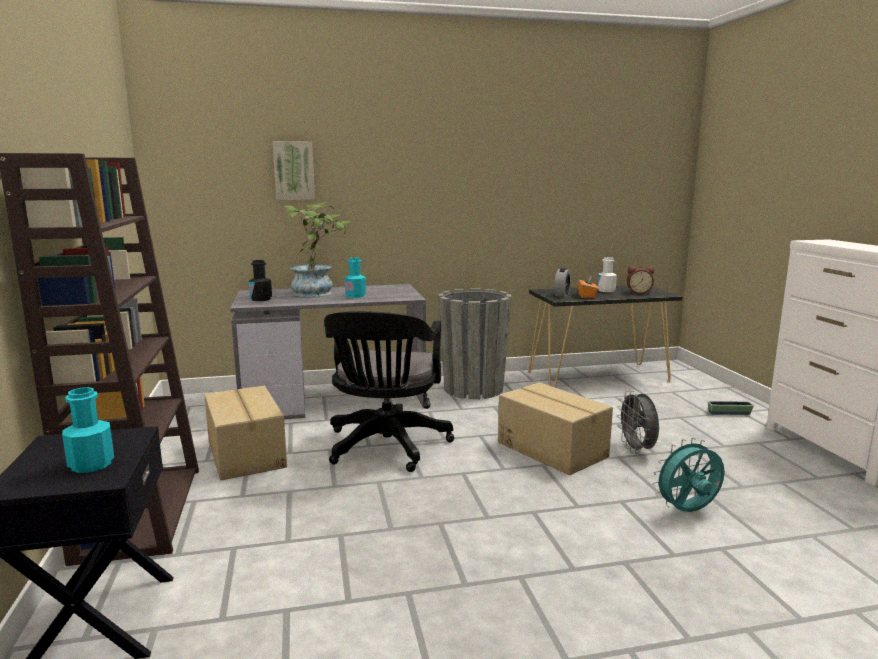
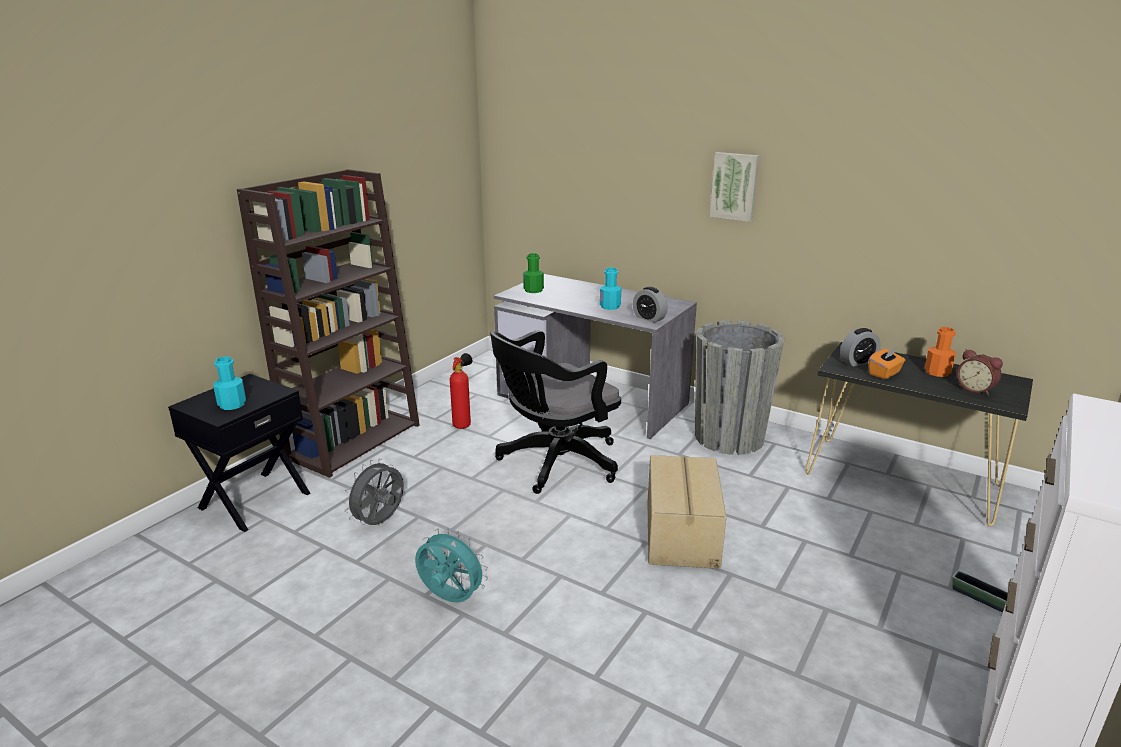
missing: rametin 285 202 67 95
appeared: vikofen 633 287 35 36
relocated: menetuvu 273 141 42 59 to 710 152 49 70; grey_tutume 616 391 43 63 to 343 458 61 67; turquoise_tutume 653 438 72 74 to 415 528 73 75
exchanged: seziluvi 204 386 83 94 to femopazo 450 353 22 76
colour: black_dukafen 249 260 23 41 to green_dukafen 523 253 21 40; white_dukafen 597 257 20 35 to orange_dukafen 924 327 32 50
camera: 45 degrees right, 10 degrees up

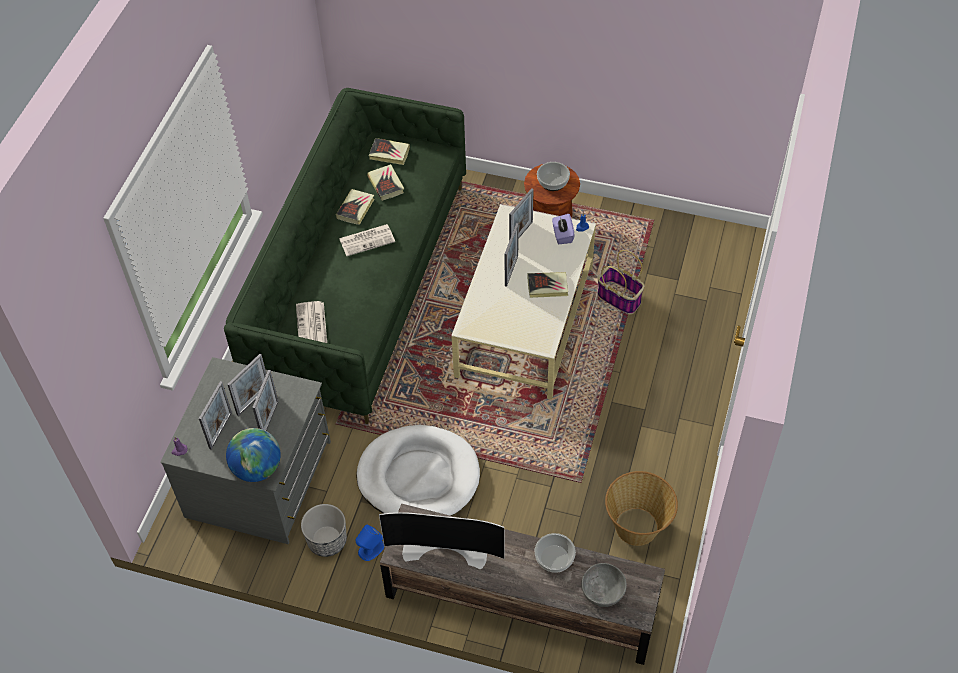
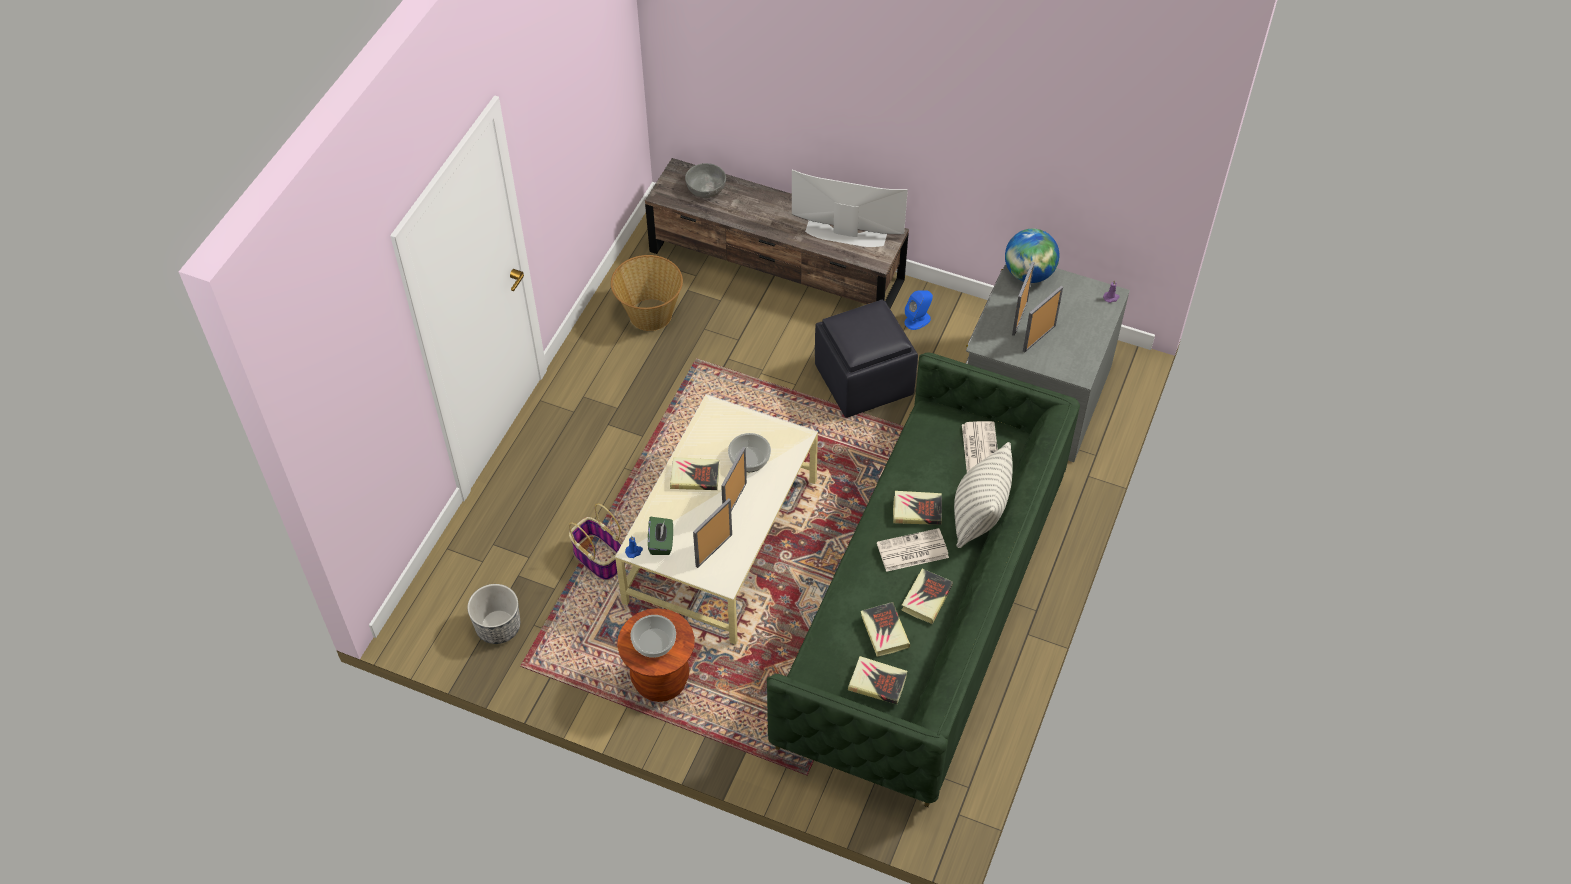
missing: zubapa 199 381 33 69
appeared: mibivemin 893 491 49 34; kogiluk 954 442 59 106
relocated: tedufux 301 504 46 53 to 467 584 53 60; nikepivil 535 533 41 40 to 728 433 43 39
exchanged: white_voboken 356 425 124 91 to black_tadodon 815 300 103 118
colour: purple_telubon 552 214 23 30 to green_telubon 648 517 25 38
camera: 175 degrees left, 0 degrees up

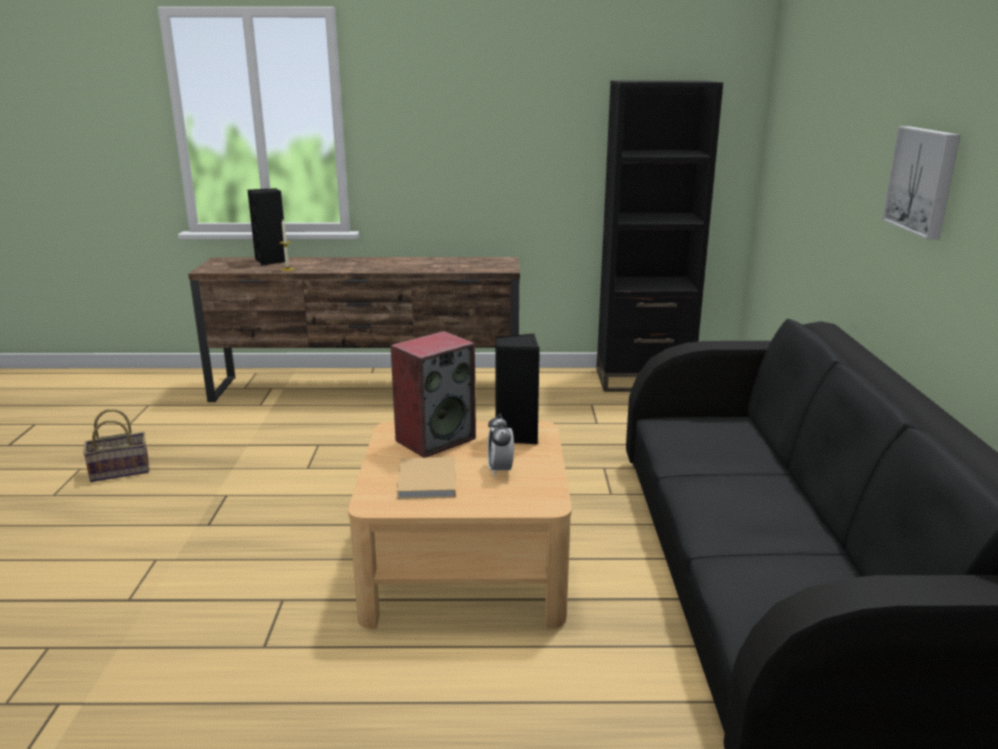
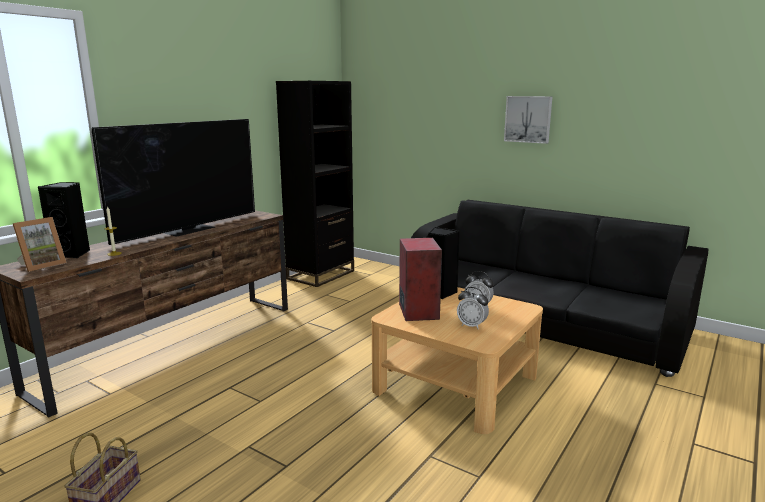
appeared: zubapa 13 217 54 55; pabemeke 92 119 163 126
exchanged: beige_mibivemin 397 457 59 42 to vikofen 457 287 32 42
camera: 55 degrees left, 5 degrees down

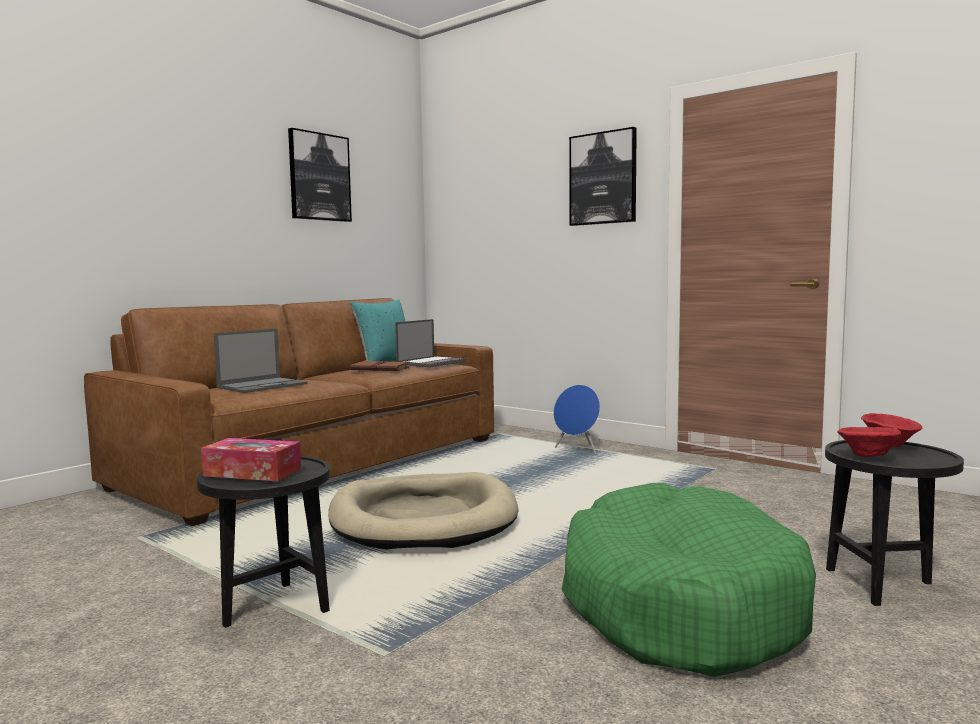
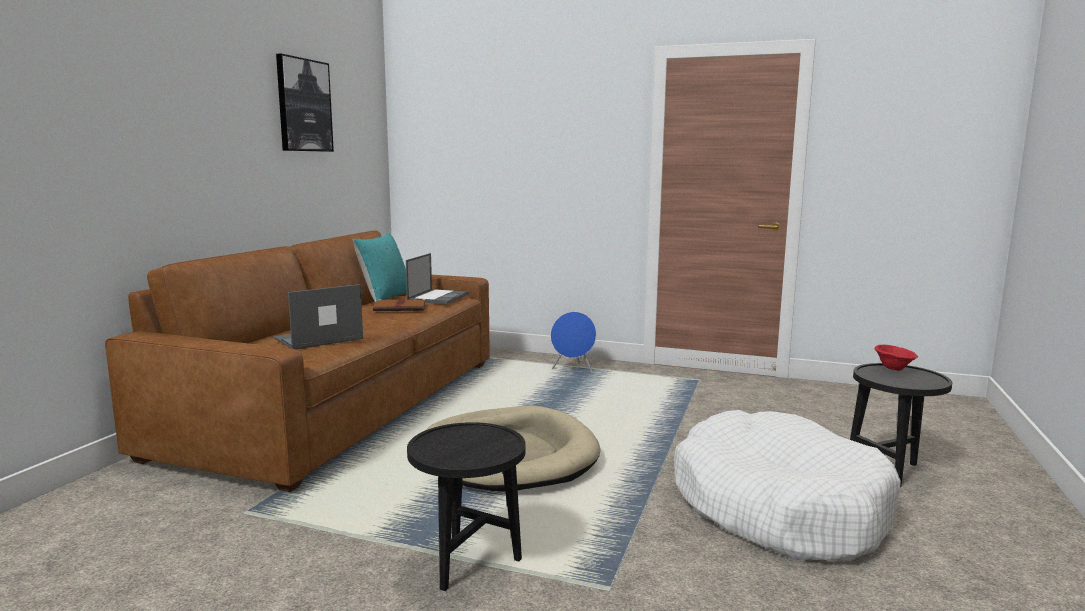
missing: telubon 201 438 100 43; menetuvu 569 127 68 99; red_nikepivil 837 427 65 30
colour: green_voboken 561 483 255 194 to white_voboken 674 410 227 151
spun: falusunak 214 329 94 64 = 274 284 89 65 150 degrees counterclockwise
camera: 20 degrees left, 5 degrees up

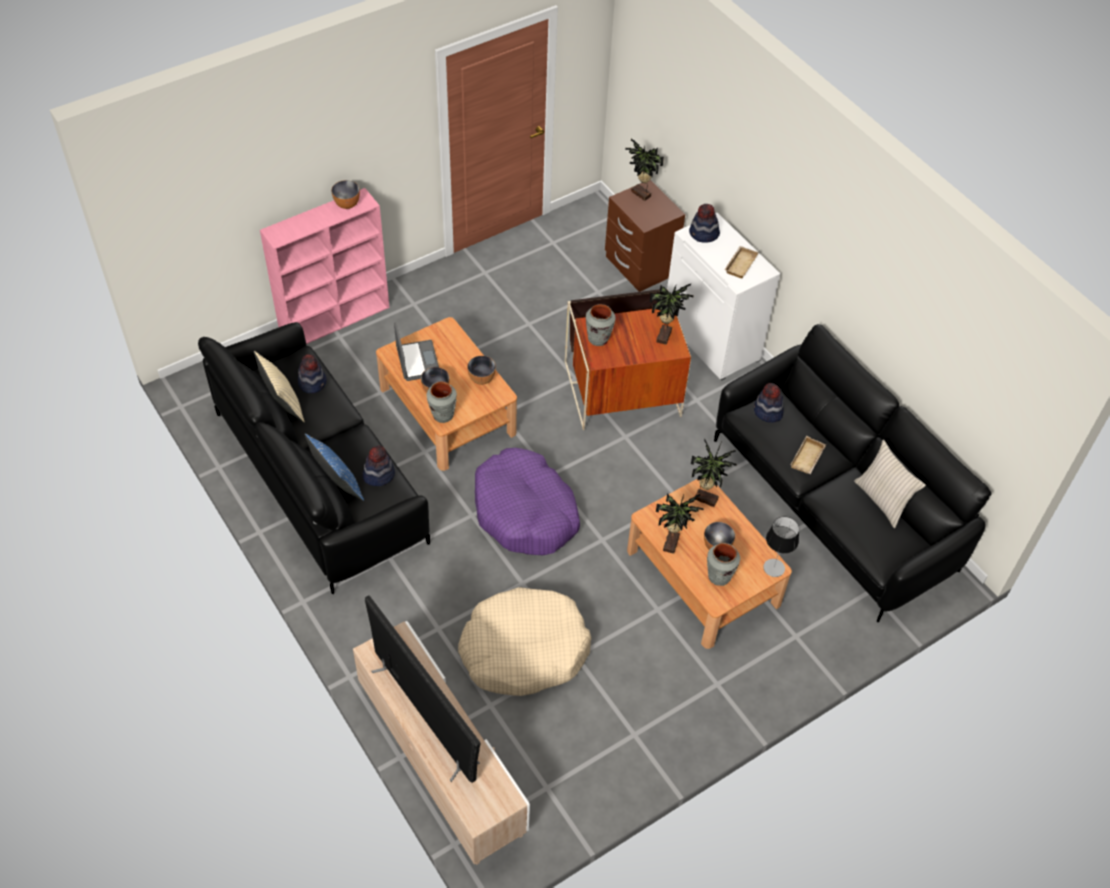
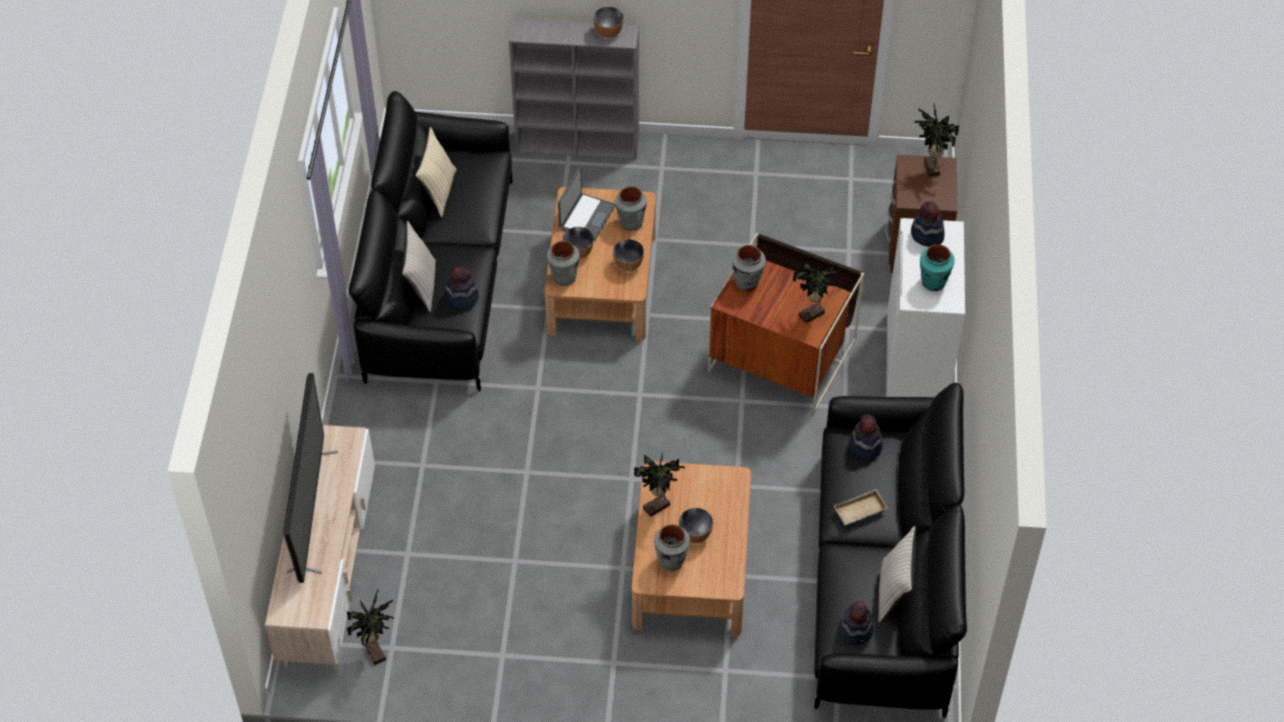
missing: beige_voboken 458 587 133 109; purple_voboken 475 448 105 107; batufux 763 517 36 60
appeared: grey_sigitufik 615 186 32 45
relocated: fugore 298 354 29 39 to 838 601 36 45; rametin 691 439 46 68 to 347 590 47 75
exchanged: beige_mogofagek 724 246 35 33 to turquoise_sigitufik 920 244 35 47
colour: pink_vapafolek 260 188 129 156 to grey_vapafolek 509 18 130 141; blue_kogiluk 304 434 60 67 to beige_kogiluk 402 221 34 91
camera: 40 degrees right, 0 degrees up

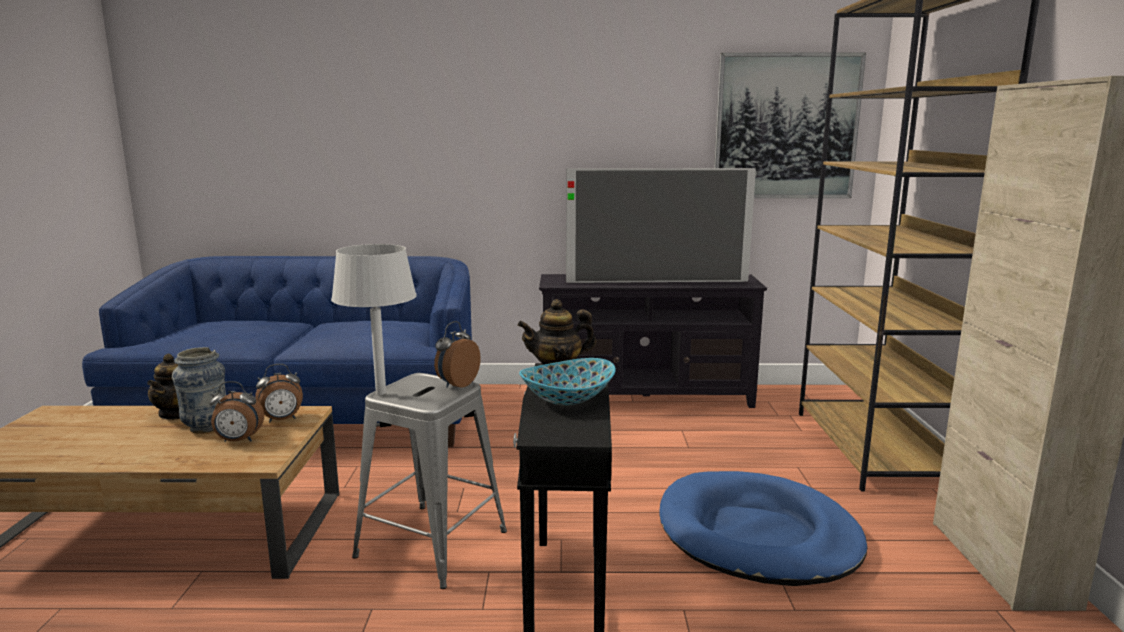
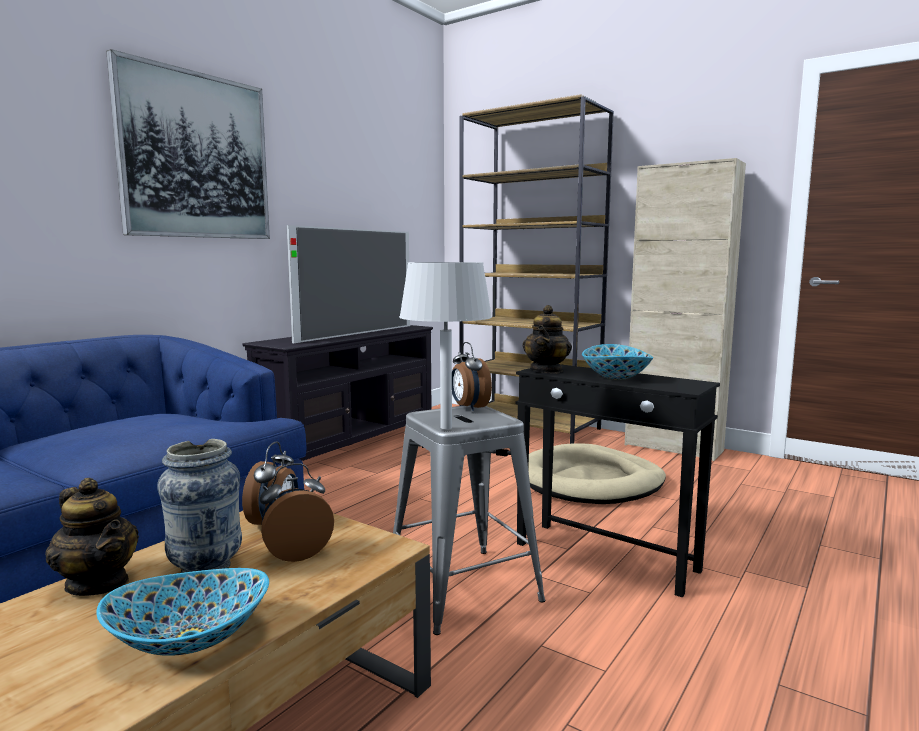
appeared: nikepivil 96 568 173 88
relocated: menetuvu 714 53 152 145 to 106 49 164 190
colour: blue_voboken 659 471 209 115 to beige_voboken 528 443 138 61
spun: vikofen 209 381 55 61 = 260 463 74 99 150 degrees counterclockwise
camera: 55 degrees left, 5 degrees down

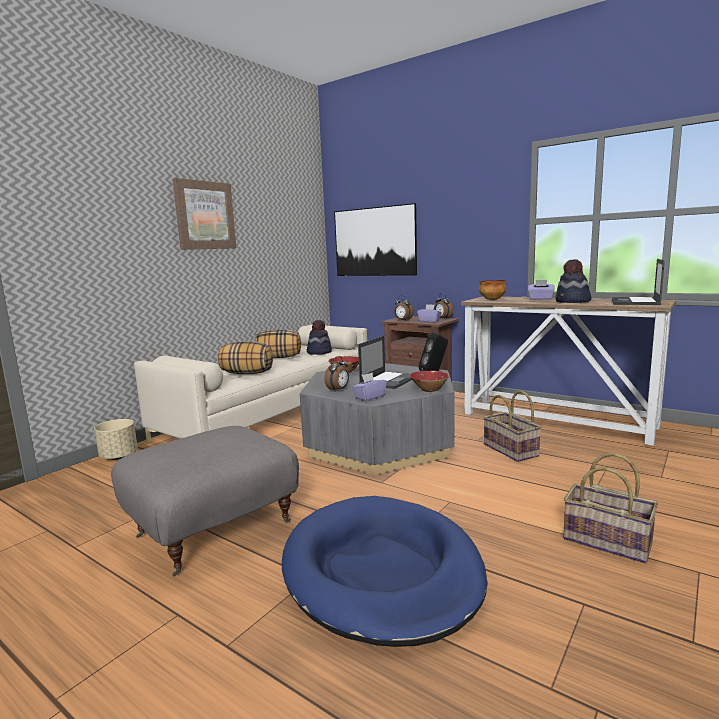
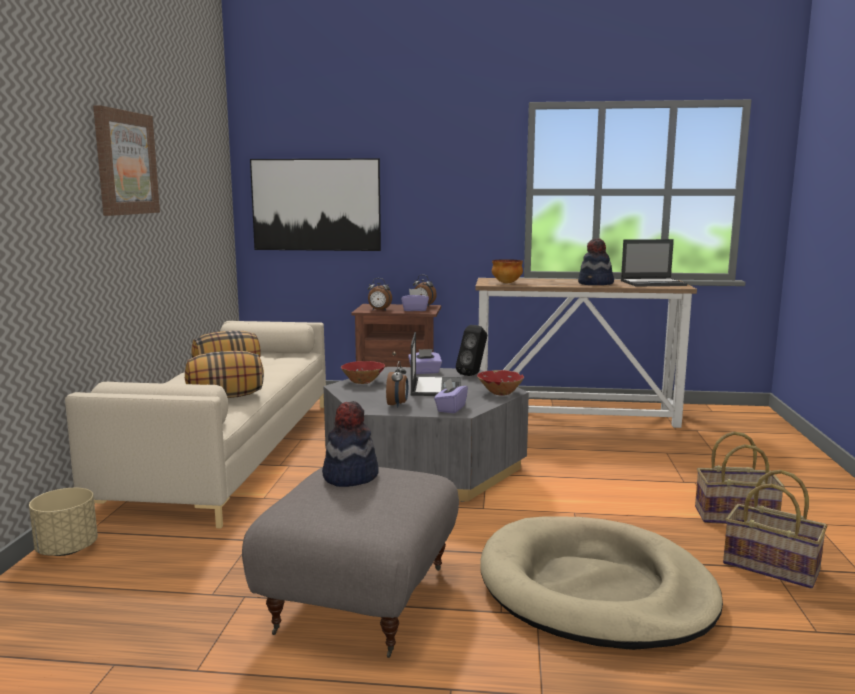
relocated: fugore 307 320 25 35 to 322 401 57 86; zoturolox 483 391 58 71 to 723 470 104 119; purple_telubon 528 280 27 20 to 408 349 34 25
colour: blue_voboken 282 496 206 151 to beige_voboken 480 517 243 133
spun: falusunak 612 259 53 46 = 621 239 67 47 90 degrees counterclockwise
camera: 30 degrees left, 0 degrees up

